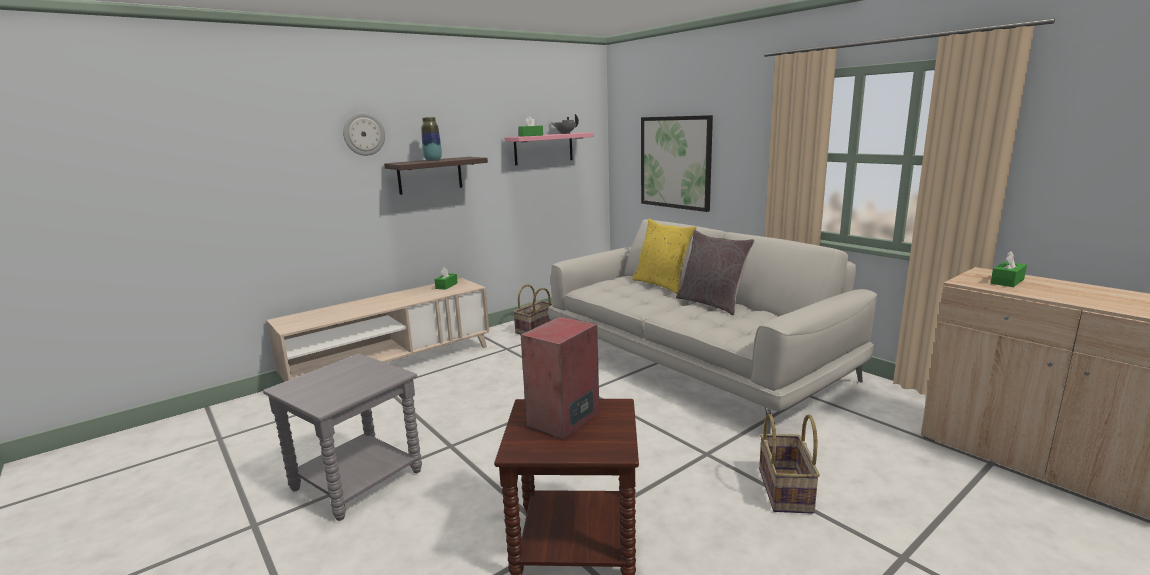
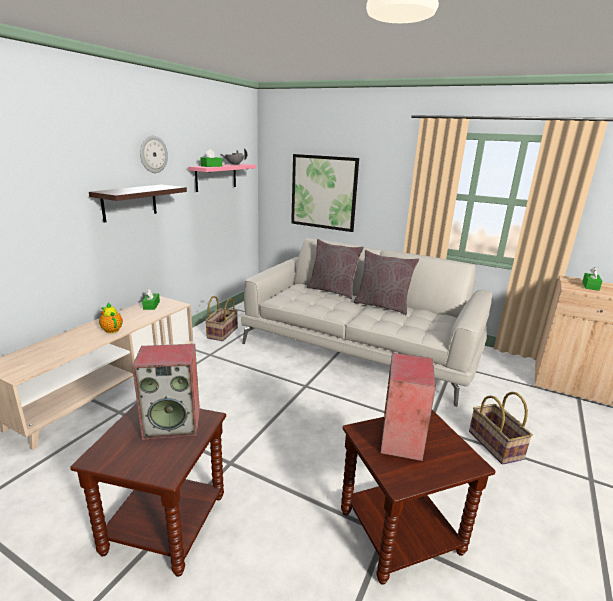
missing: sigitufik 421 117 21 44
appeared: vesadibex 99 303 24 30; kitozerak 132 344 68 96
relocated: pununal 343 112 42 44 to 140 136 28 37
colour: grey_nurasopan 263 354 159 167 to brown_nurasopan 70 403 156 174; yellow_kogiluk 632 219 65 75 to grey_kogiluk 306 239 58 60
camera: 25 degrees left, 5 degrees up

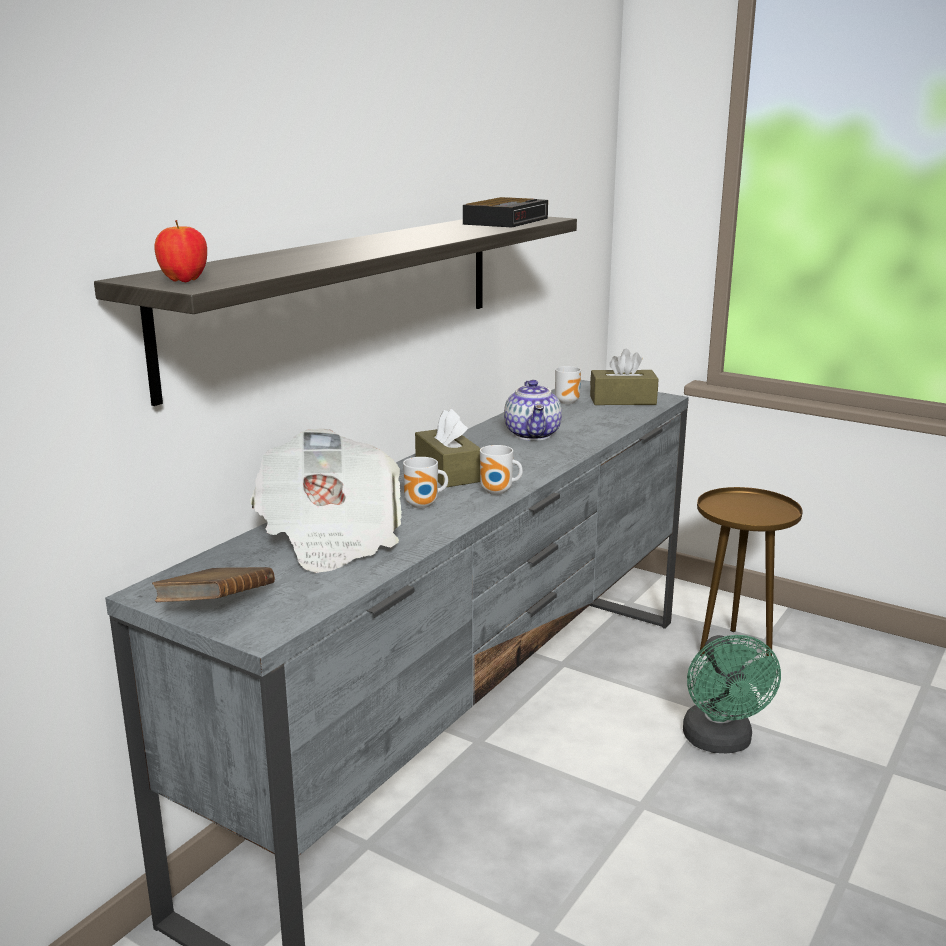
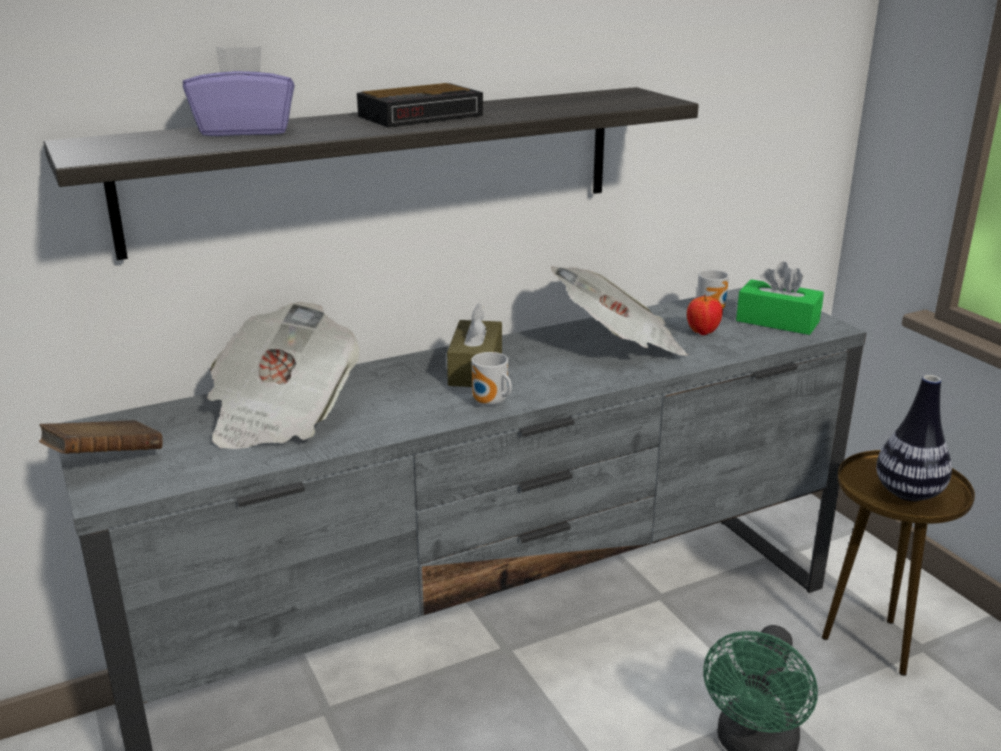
missing: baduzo 403 457 45 51
appeared: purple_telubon 183 46 112 90; sigitufik 876 375 76 126
relocated: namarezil 155 220 52 62 to 687 295 36 40; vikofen 463 197 85 30 to 357 83 126 44
exchanged: vesadibex 504 380 58 61 to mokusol 551 266 137 90
colour: brown_telubon 590 349 68 56 to green_telubon 736 262 88 73
camera: 30 degrees right, 5 degrees up

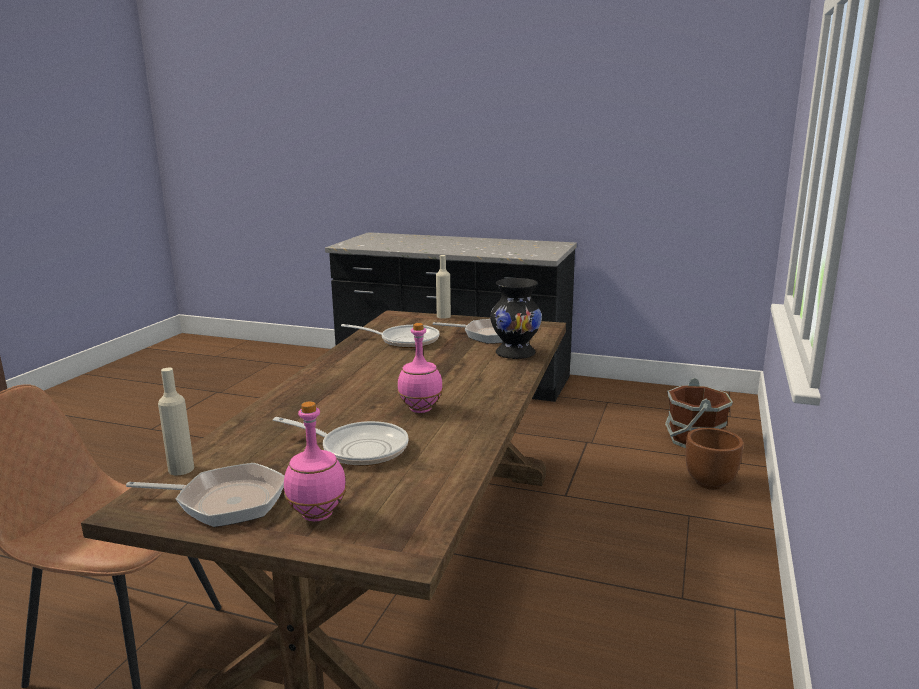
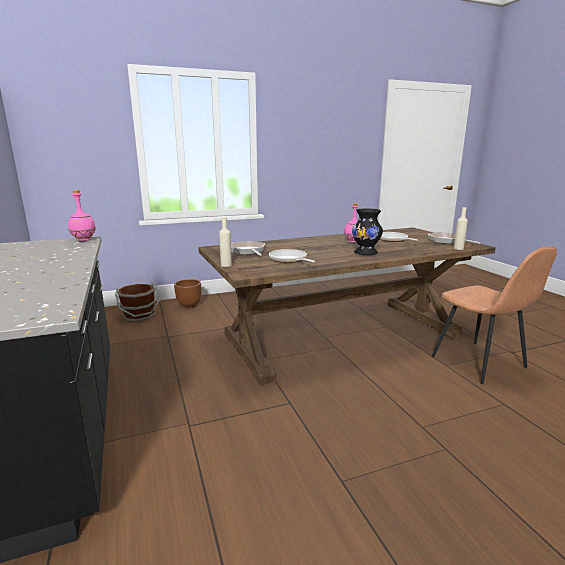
relocated: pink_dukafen 284 402 62 119 to 68 190 28 51; black_sigitufik 490 278 52 81 to 352 208 31 47
camera: 130 degrees left, 0 degrees up

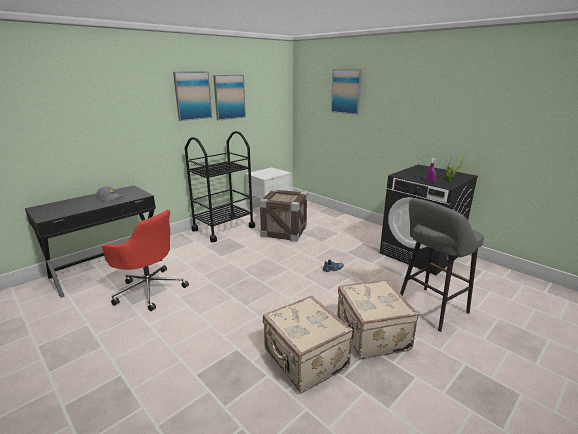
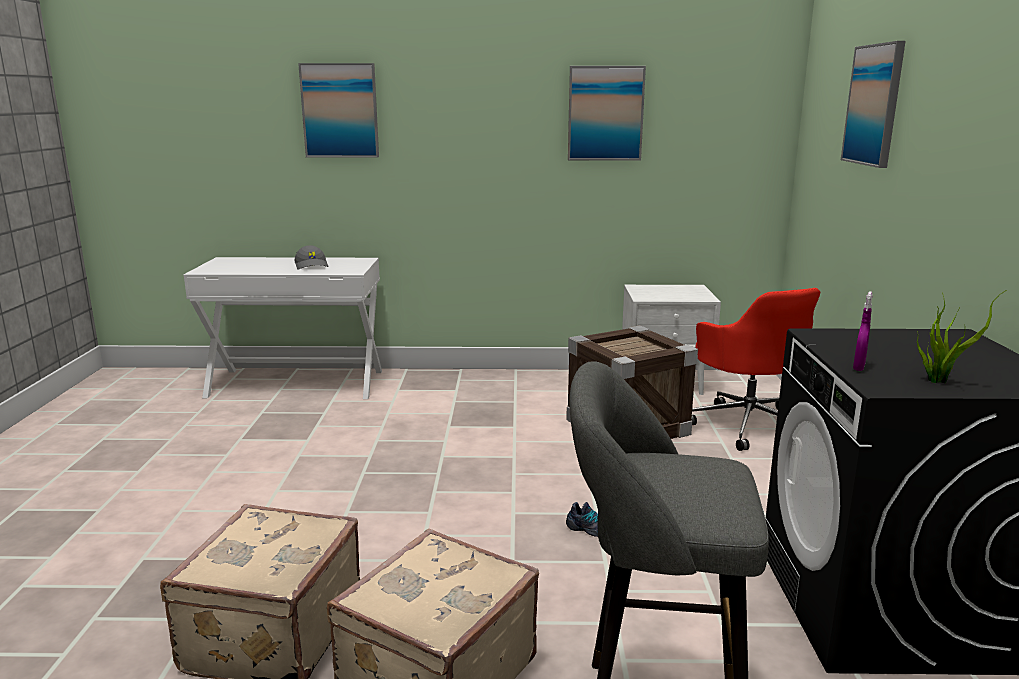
missing: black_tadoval 185 131 70 111
relocated: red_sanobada 102 210 87 101 to 691 288 129 163; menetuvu 173 71 39 50 to 298 63 81 95
colour: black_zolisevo 25 185 138 113 to white_zolisevo 184 257 198 142
camera: 45 degrees right, 5 degrees down

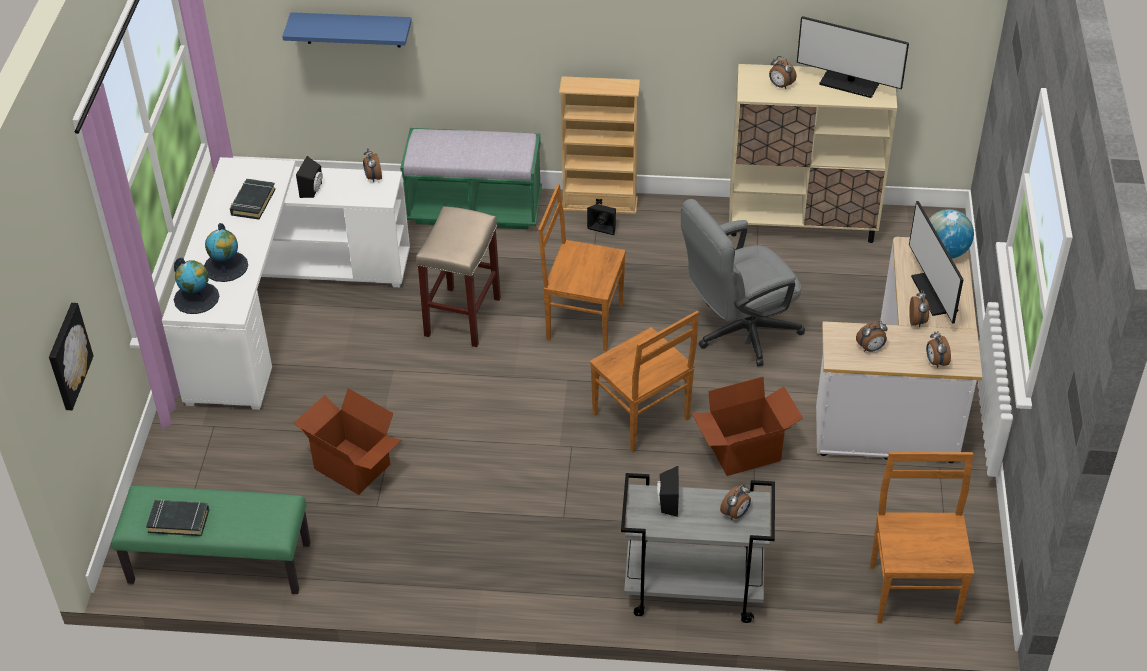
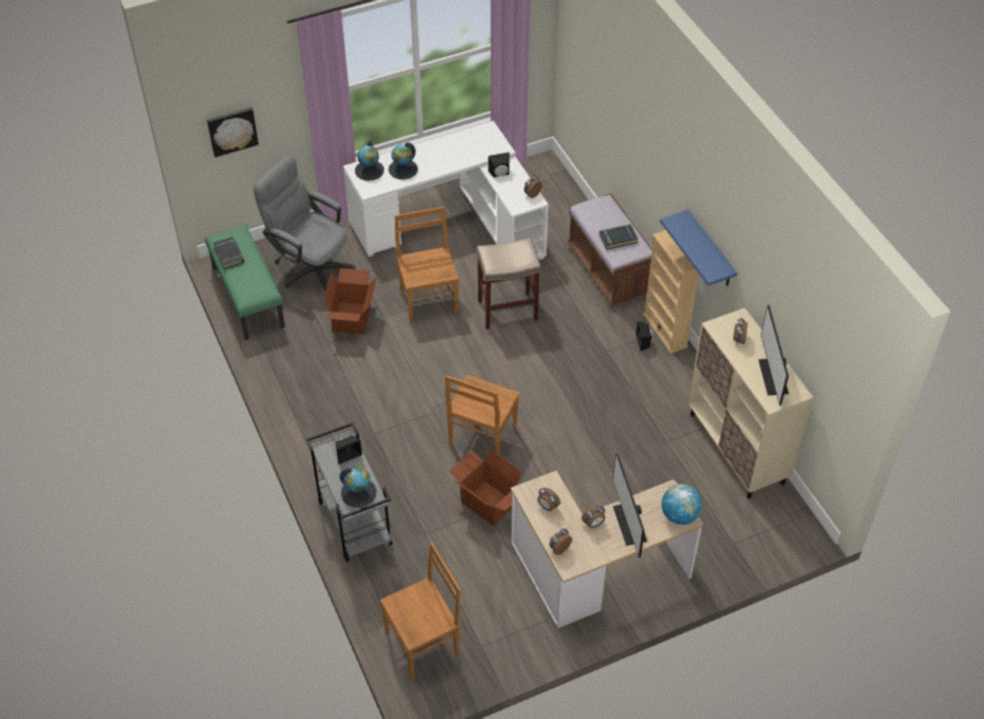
relocated: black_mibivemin 230 179 46 41 to 599 224 39 26; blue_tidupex 282 12 130 35 to 660 210 77 76; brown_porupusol 538 184 88 167 to 395 207 64 116; grey_sanobada 681 199 124 167 to 253 156 102 137
exchanged: vikofen 720 485 31 35 to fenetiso 340 467 37 41
colour: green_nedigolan 400 128 142 101 to brown_nedigolan 567 193 85 113
spun: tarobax 909 201 55 123 = 613 452 34 106 60 degrees counterclockwise
camera: 60 degrees right, 5 degrees up

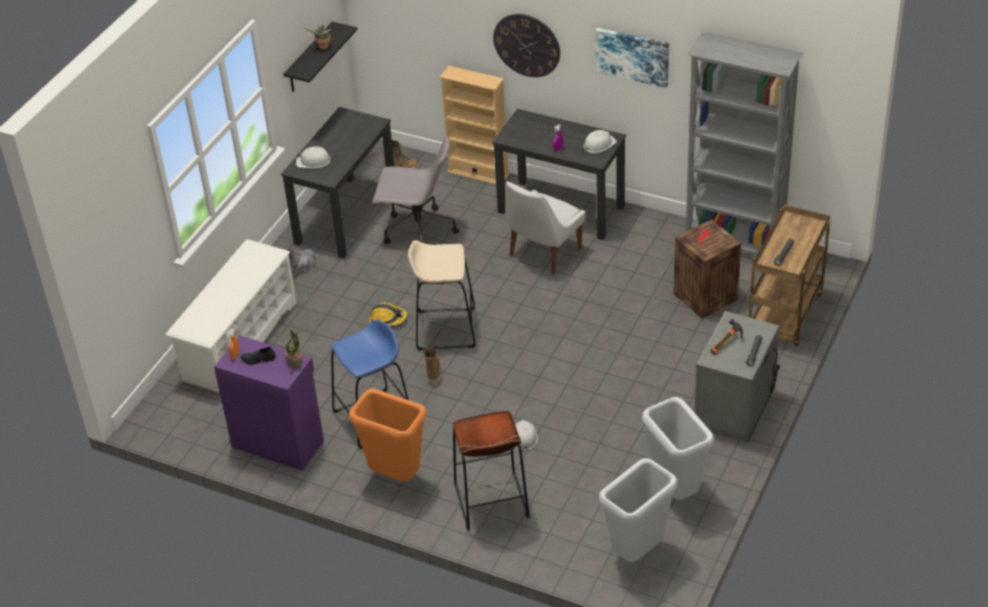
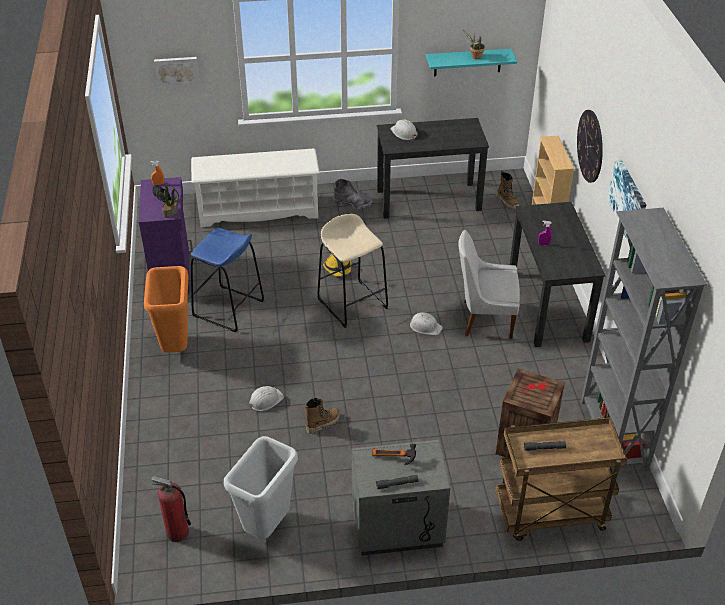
missing: grey_sanobada 373 135 86 109; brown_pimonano 453 411 77 120
appeared: menetuvu 154 57 46 29
relocated: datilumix 423 347 18 39 to 305 398 35 36; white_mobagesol 584 130 33 23 to 408 312 35 23
exchanged: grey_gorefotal 599 458 79 104 to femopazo 151 476 40 66
colour: black_tidupex 283 22 74 70 to turquoise_tidupex 426 49 91 27
camera: 55 degrees right, 0 degrees up

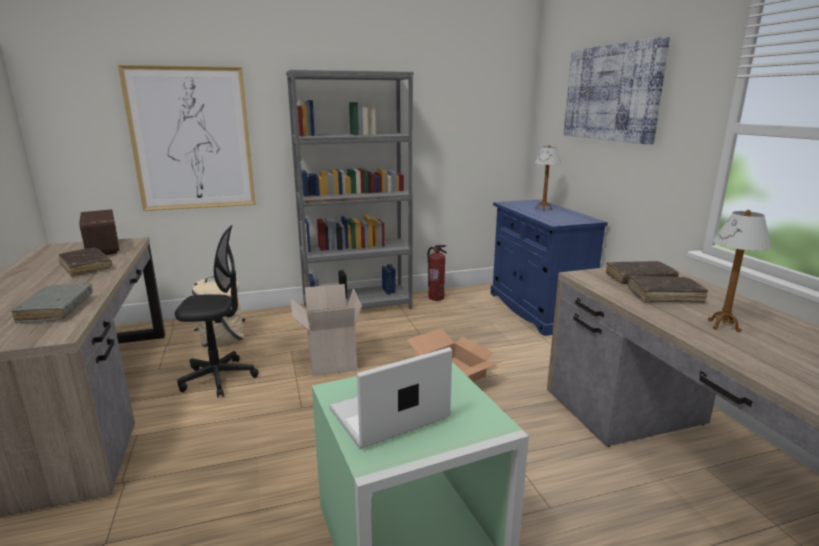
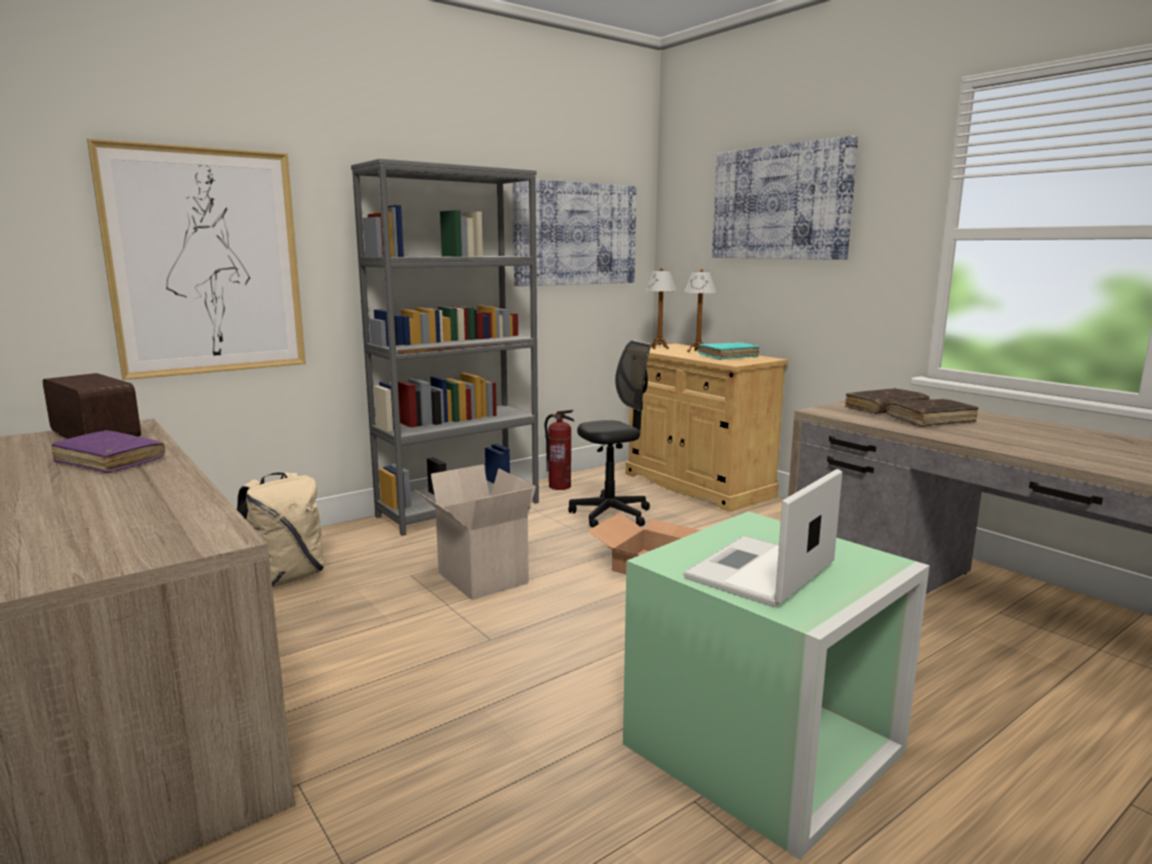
missing: grey_mibivemin 11 283 82 40
appeared: menetuvu 512 179 125 107; turquoise_mibivemin 698 342 62 18
relocated: black_sanobada 175 225 84 173 to 568 340 83 188; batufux 708 210 64 122 to 645 268 32 81
colour: brown_mibivemin 59 248 53 29 to purple_mibivemin 52 430 113 43; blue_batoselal 490 199 118 137 to beige_batoselal 626 344 162 168
camera: 20 degrees left, 5 degrees down

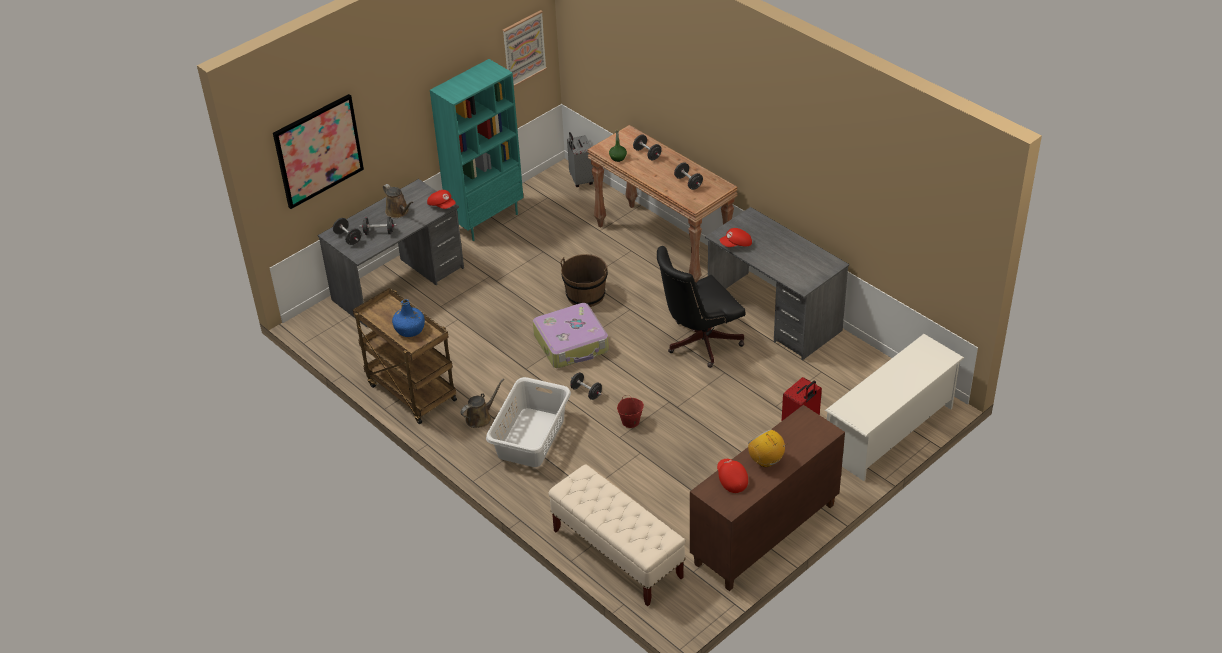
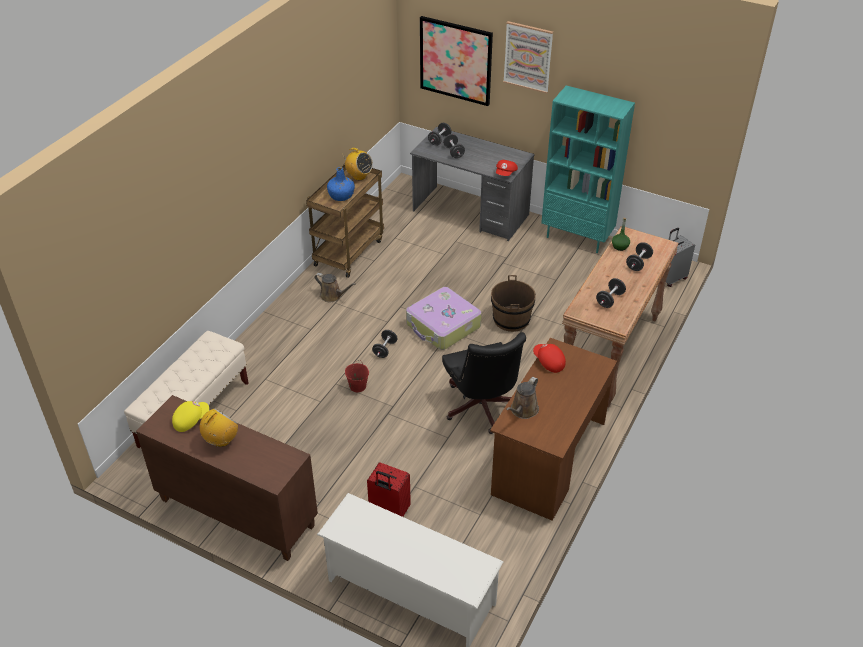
missing: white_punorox 486 377 85 90
appeared: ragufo 343 148 30 32
relocated: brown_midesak 383 184 30 34 to 506 377 33 42; menetuvu 502 10 45 77 to 503 21 50 73
colour: grey_zolisevo 705 207 144 153 to brown_zolisevo 490 338 127 183; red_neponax 717 459 31 34 to yellow_neponax 172 401 37 31
spun: black_sanobada 657 246 88 122 = 442 332 84 102 150 degrees counterclockwise
camera: 70 degrees right, 0 degrees up

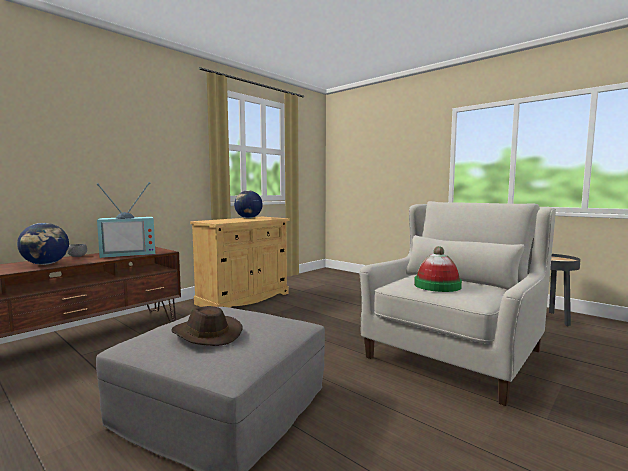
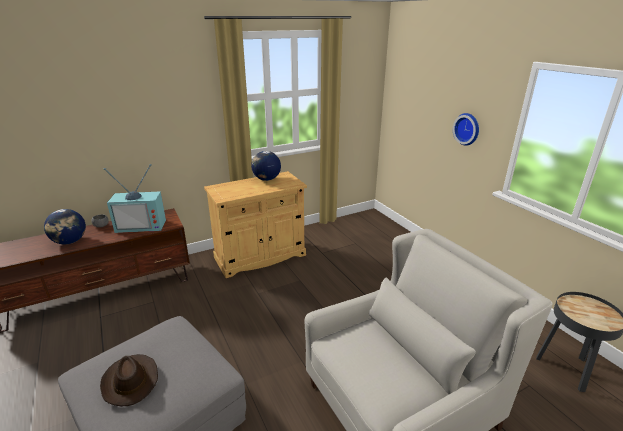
missing: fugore 414 246 48 46
appeared: pununal 453 113 26 33
camera: 20 degrees right, 20 degrees up

